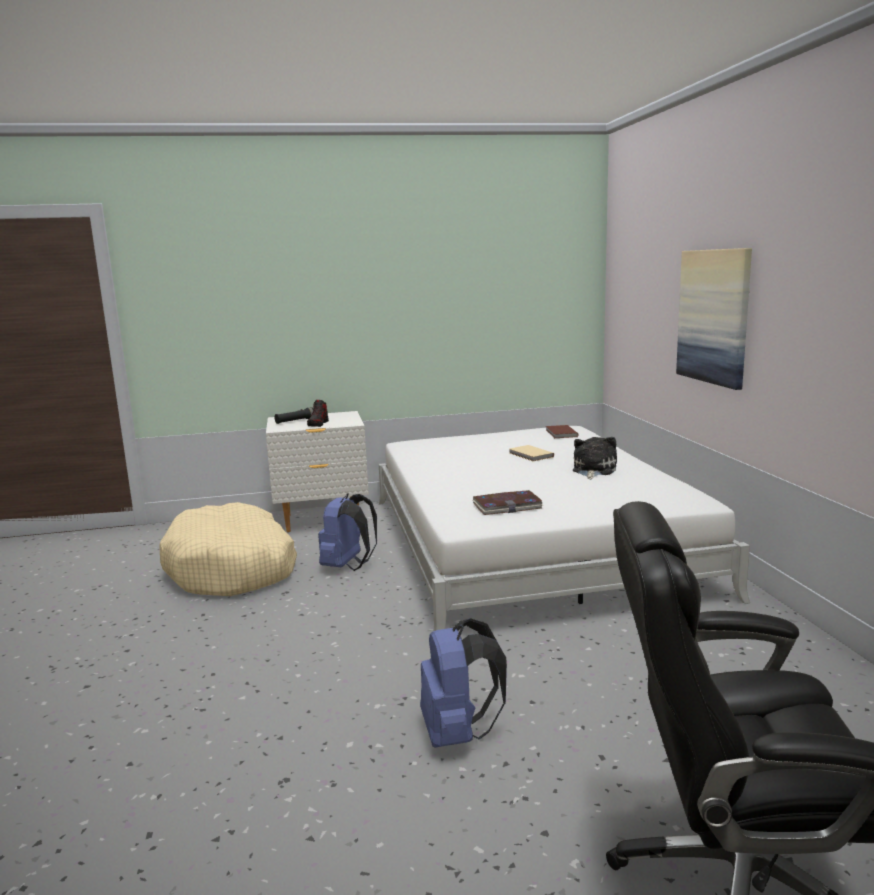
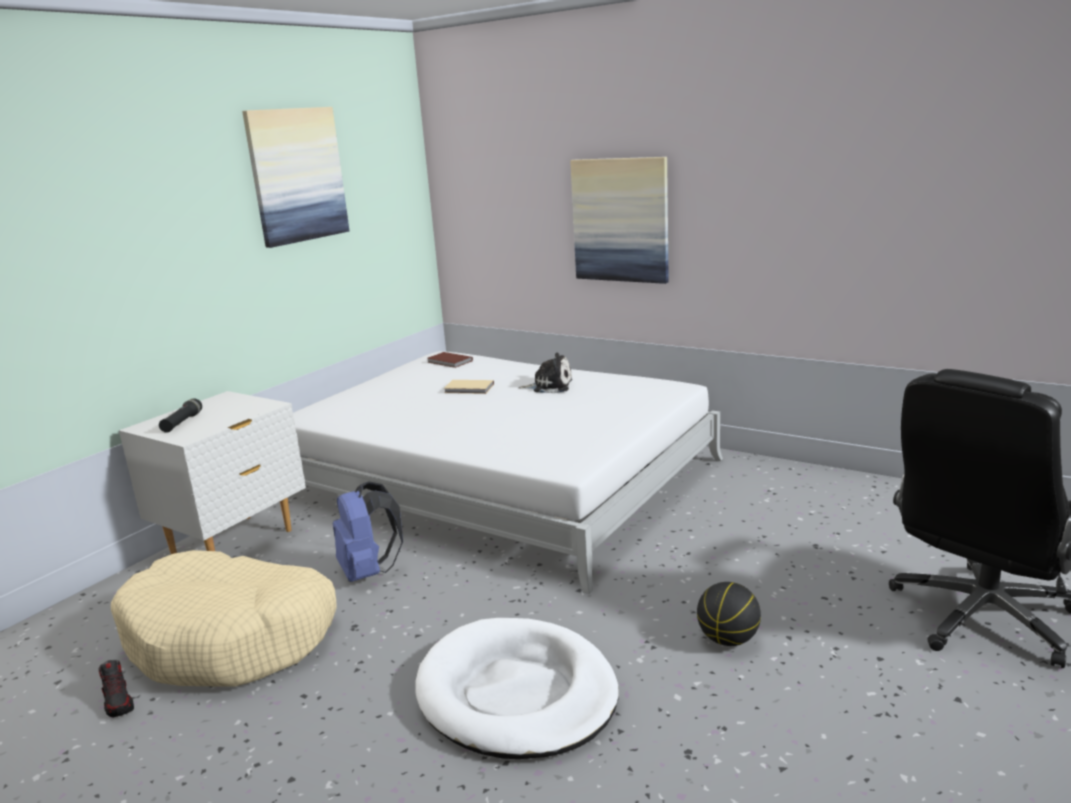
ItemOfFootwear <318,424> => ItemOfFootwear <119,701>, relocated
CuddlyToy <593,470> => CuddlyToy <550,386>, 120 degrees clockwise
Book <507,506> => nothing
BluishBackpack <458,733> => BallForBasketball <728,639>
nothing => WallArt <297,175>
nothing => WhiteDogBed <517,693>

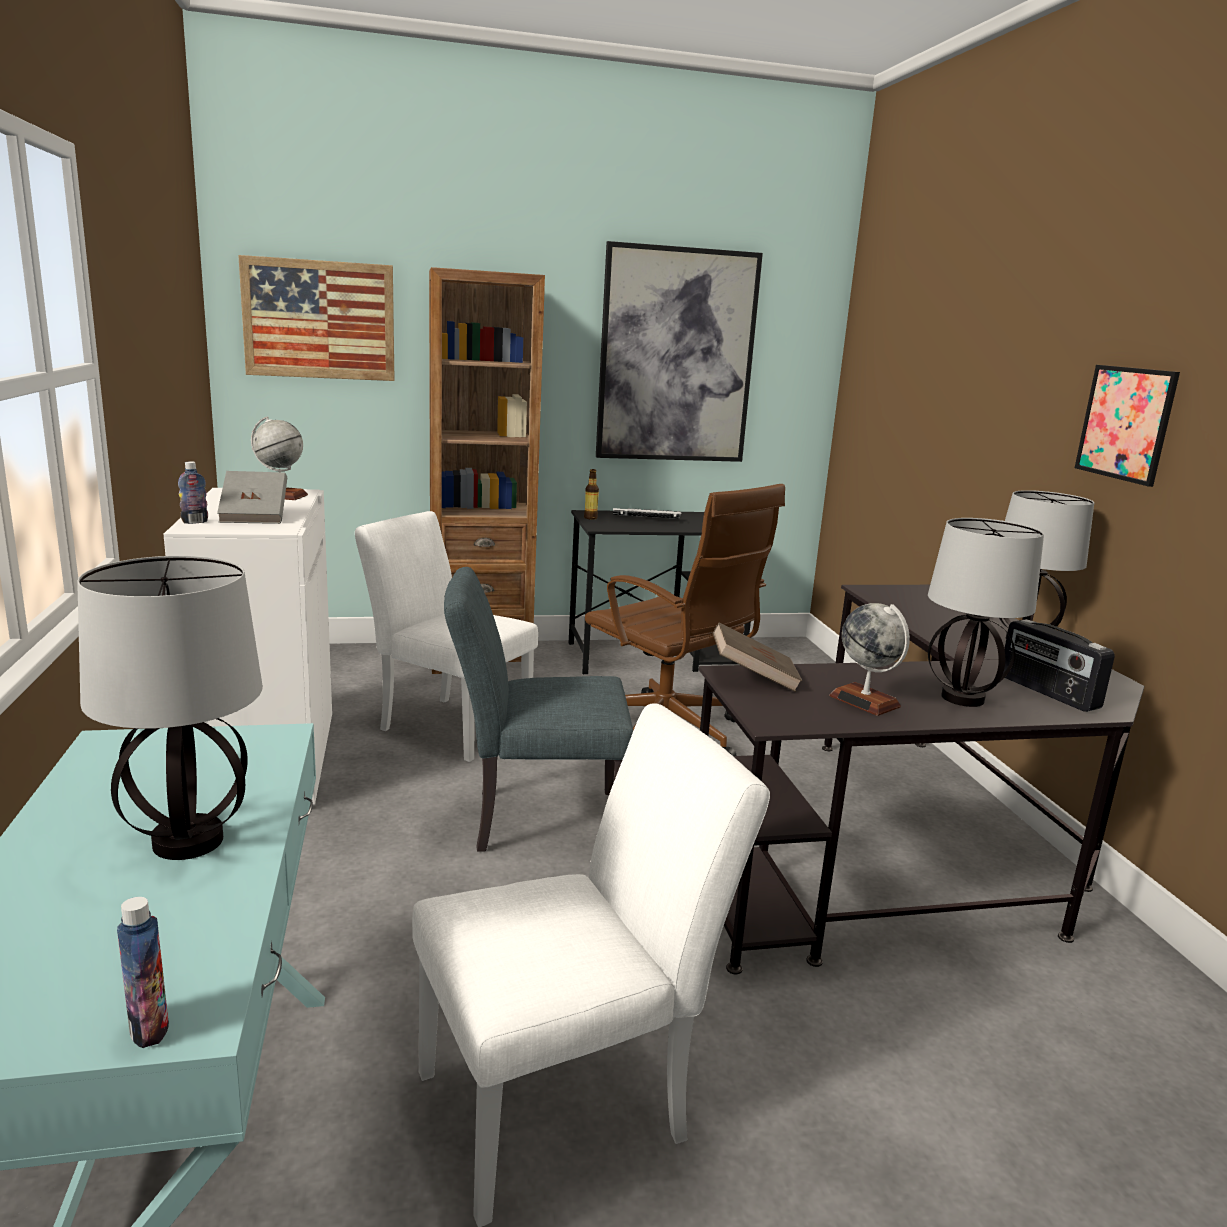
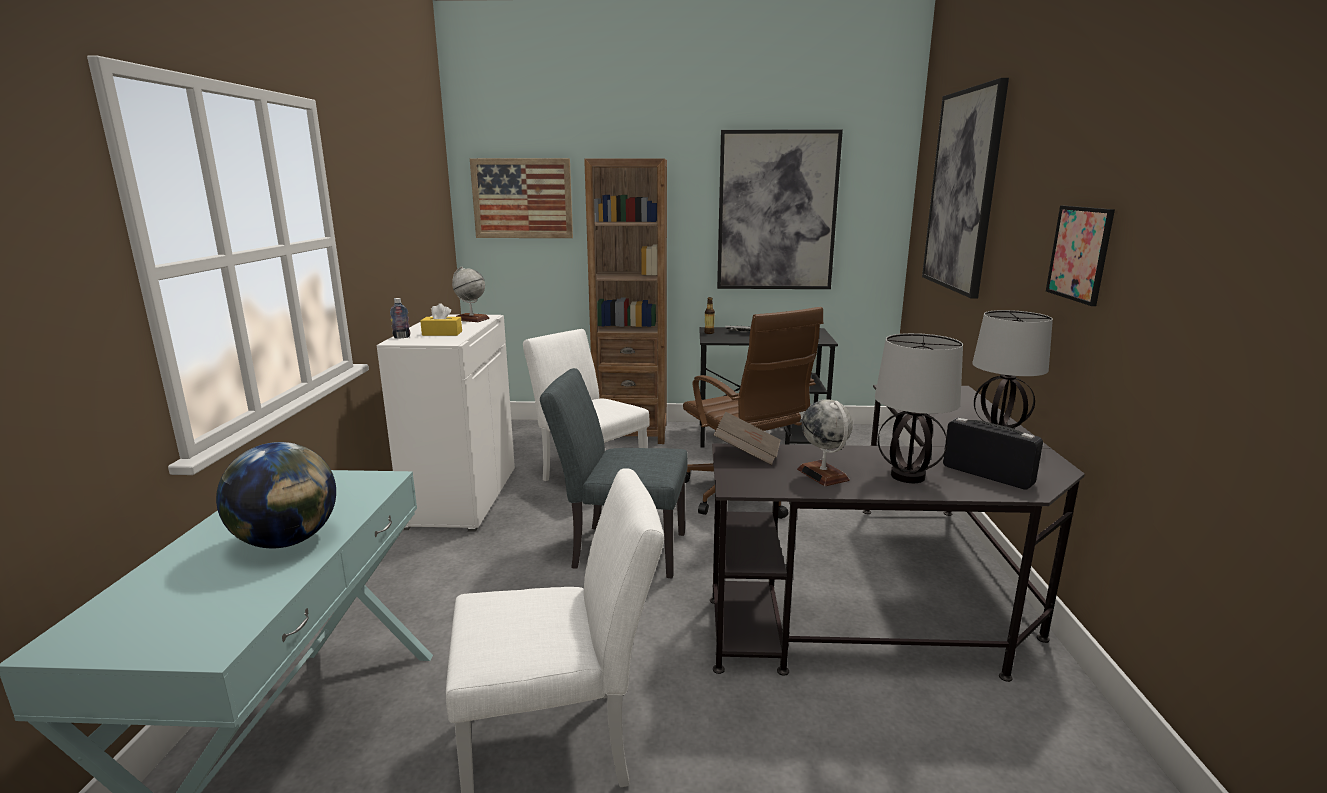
GreyishBook <255,516> => YellowTissueHolder <442,333>
TabletopLamp <190,841> => Globe <287,541>
RadioSet <1047,692> => RadioSet <987,475>, 150 degrees clockwise
BeverageBottle <149,1028> => nothing
nothing => WallArt <962,191>

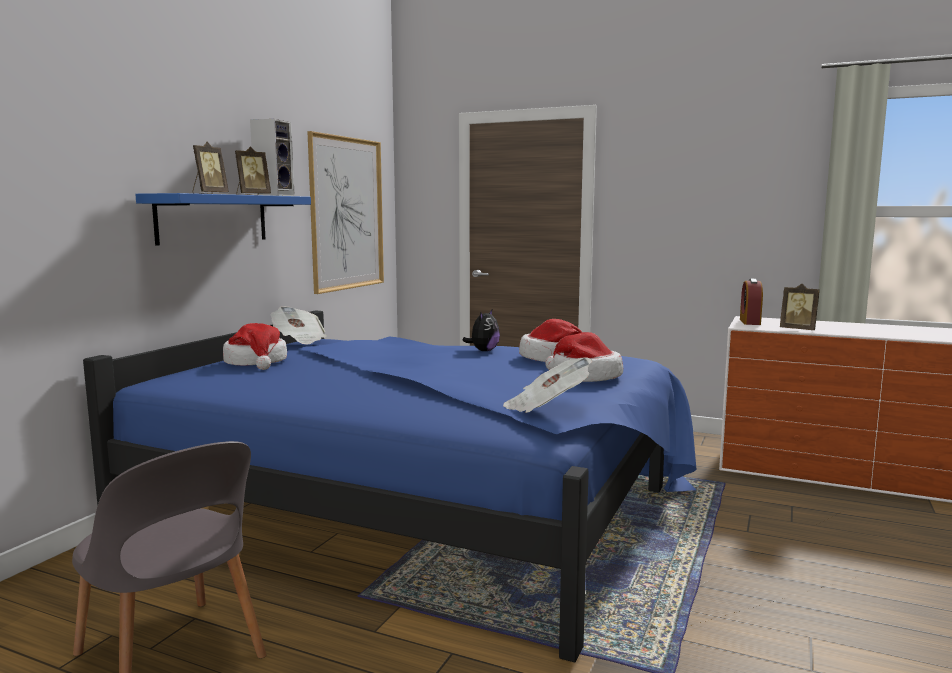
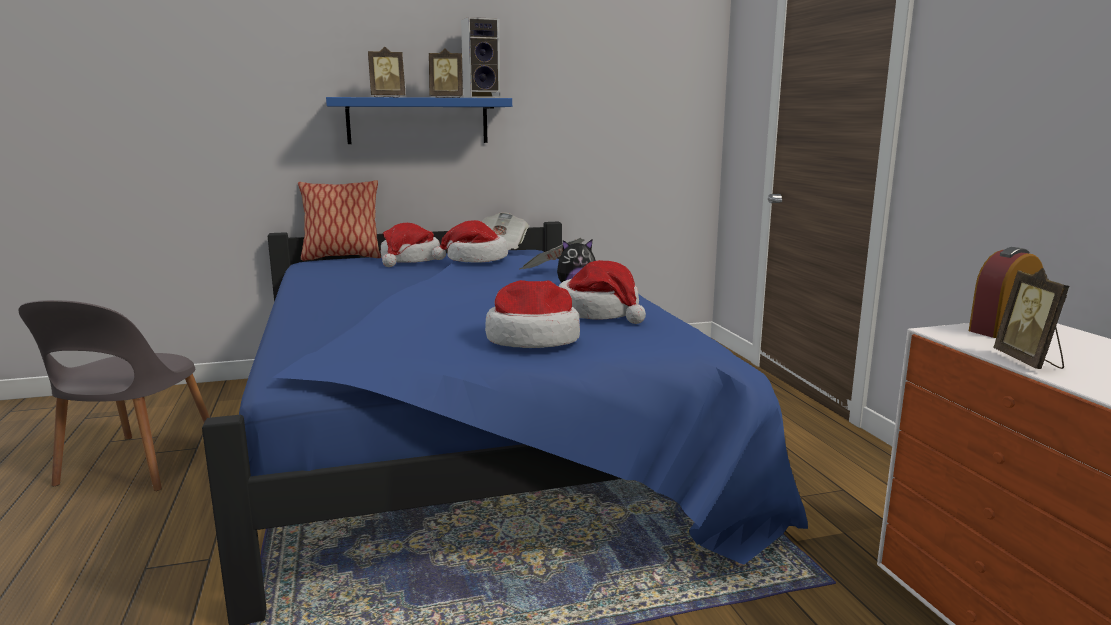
WallArt <347,213> => nothing
PrintedPaper <546,407> => PrintedPaper <551,272>, relocated
nothing => Pillow <342,257>
nothing => WearableHat <475,259>

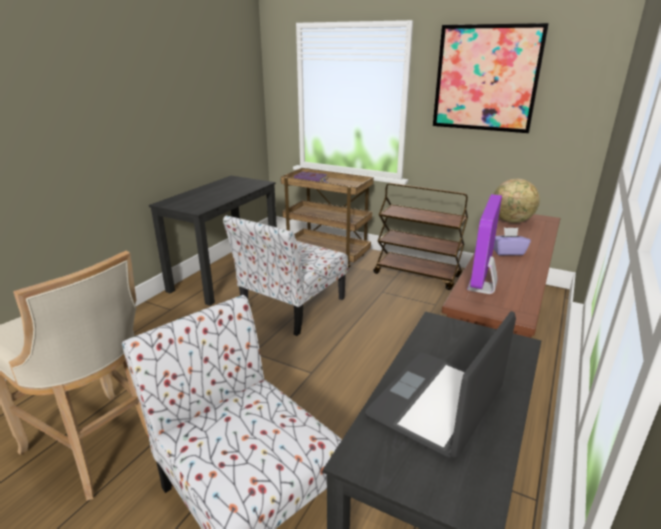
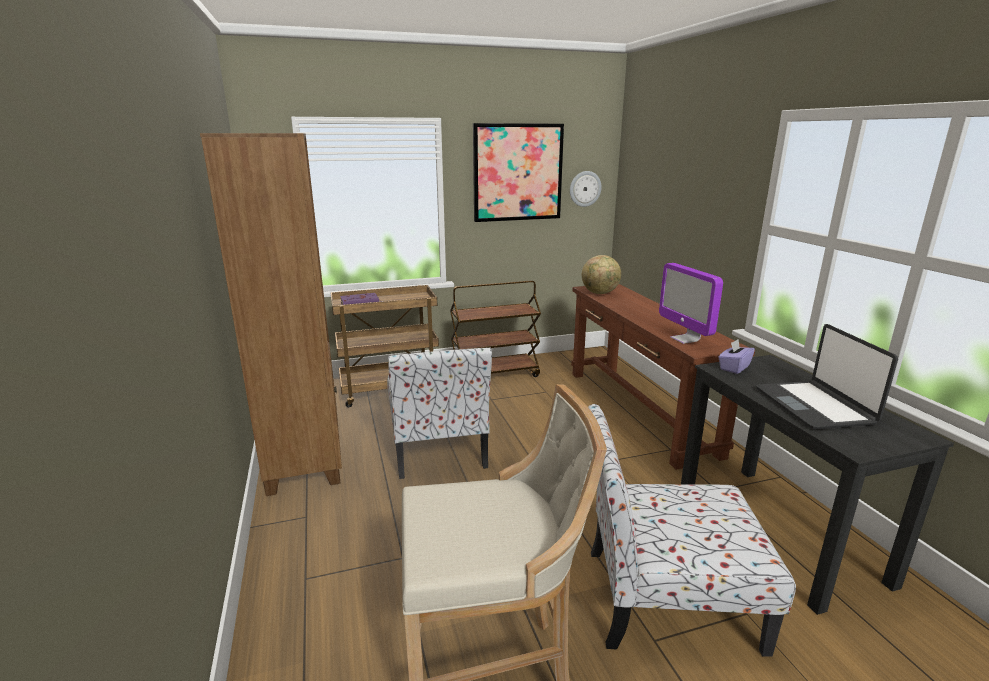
BlackDeskTable <226,274> => BrownishBookshelf <306,451>
PurpleTissueHolder <508,252> => PurpleTissueHolder <734,367>, relocated
nothing => HangingClock <585,188>

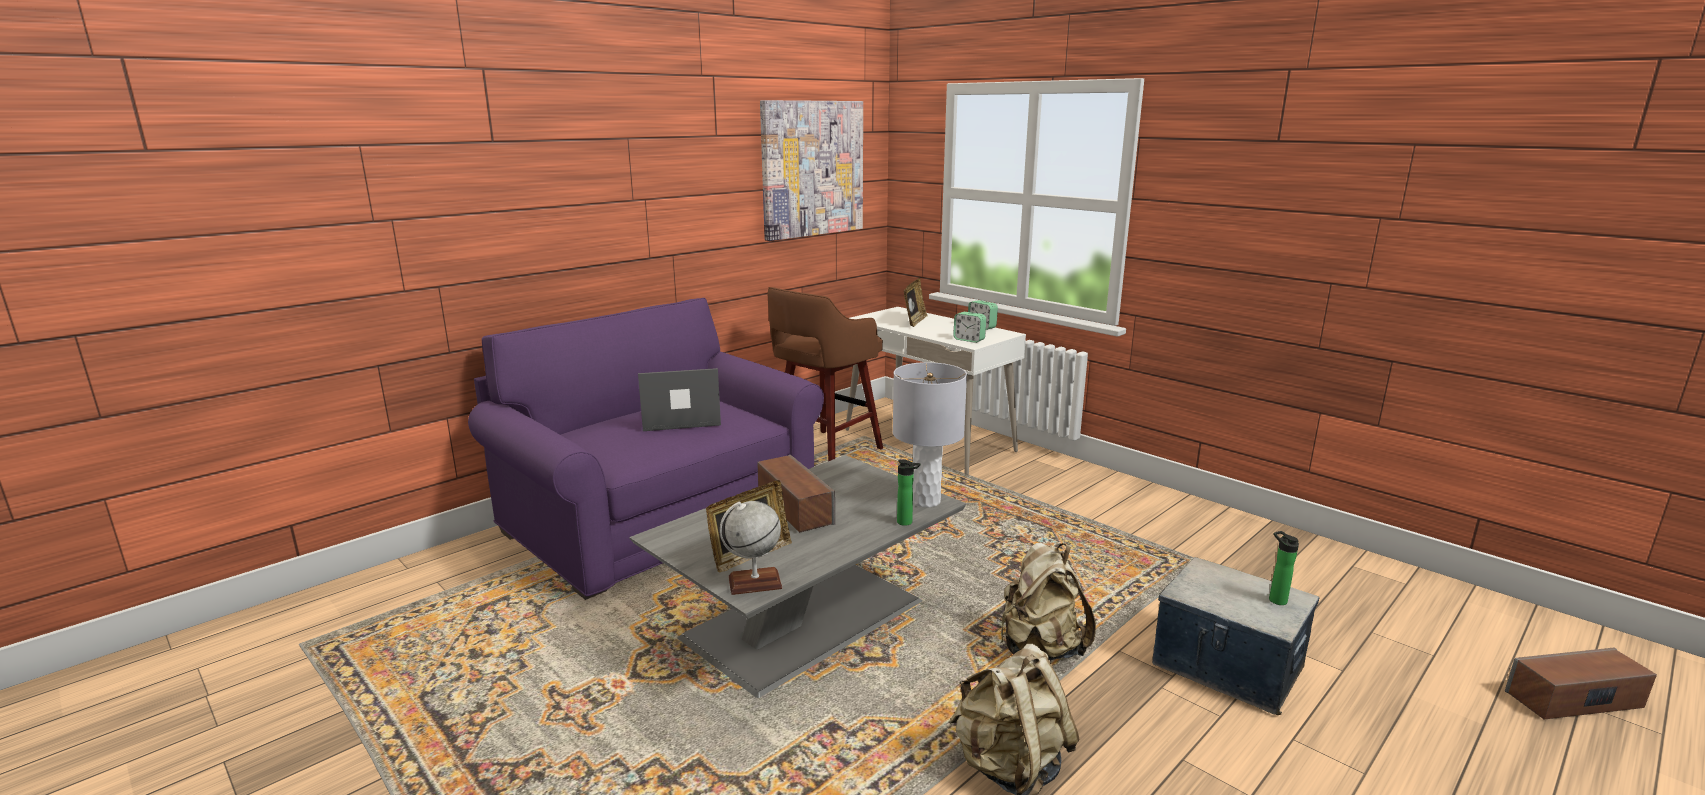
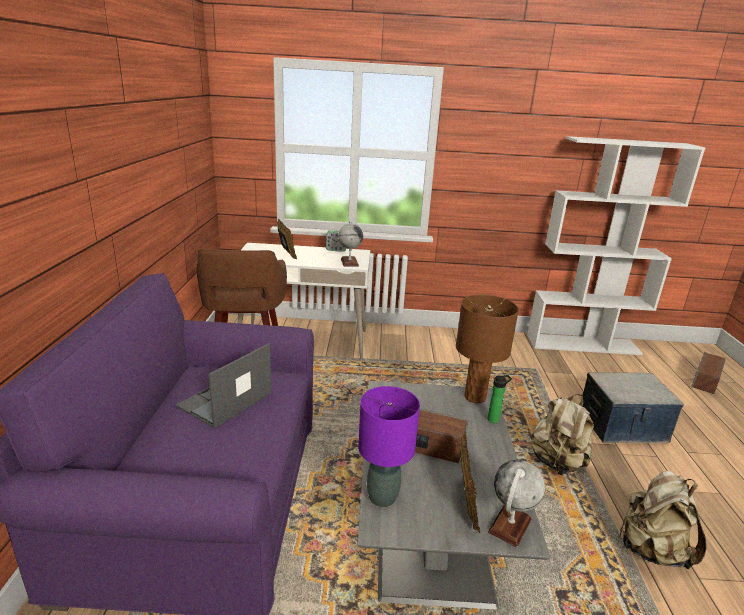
WallArt <812,169> => nothing
BedsideClock <969,340> => Globe <349,262>
GreyishTabletopLamp <926,501> => BrownishTabletopLamp <475,397>
BeverageBottle <1275,599> => nothing
nothing => WhiteBookshelf <583,344>
nothing => PurpleTabletopLamp <382,497>

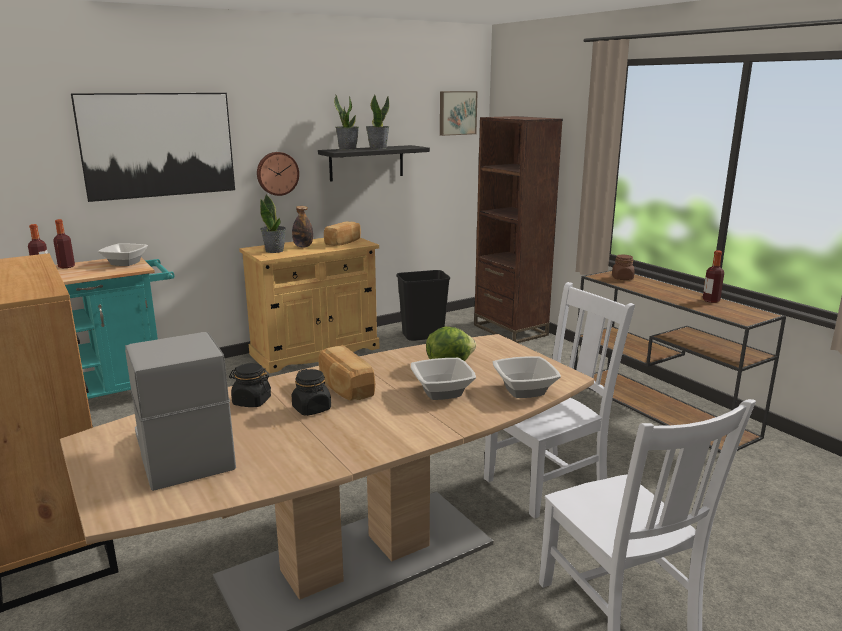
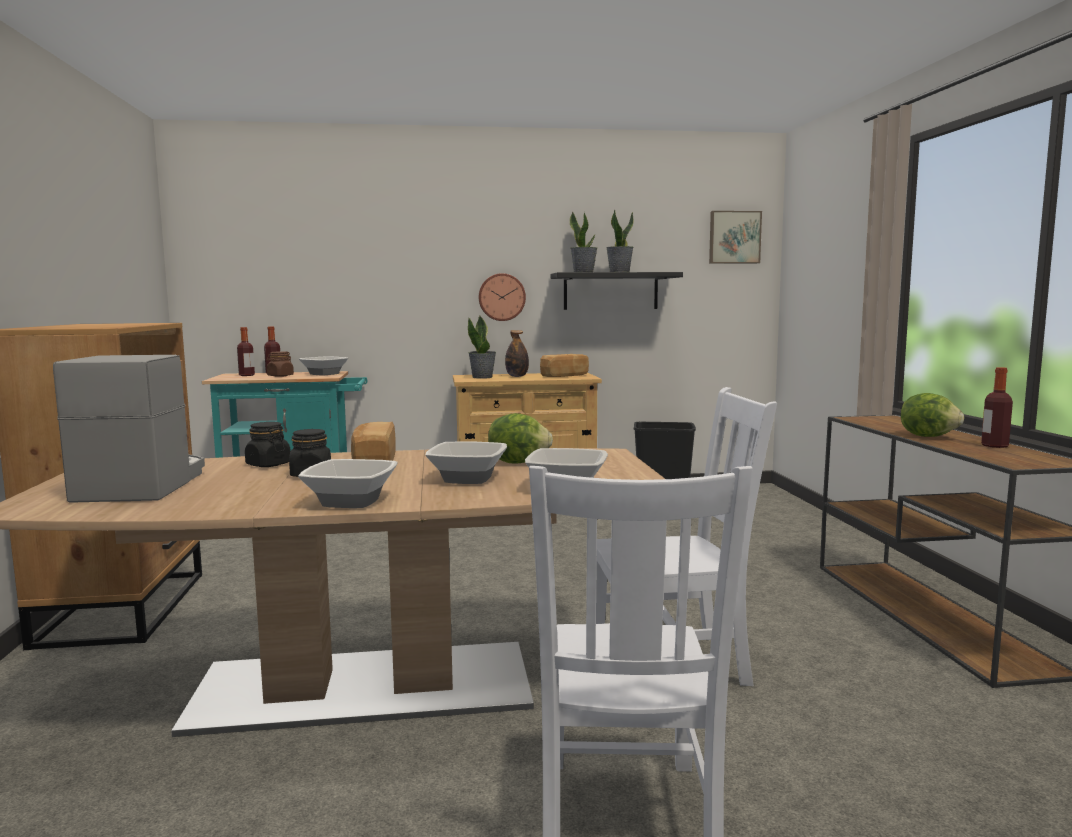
WallArt <158,145> => nothing
BrownishBookshelf <510,330> => nothing
BrownishPreserveJar <622,278> => BrownishPreserveJar <280,376>, relocated
nothing => LettuceHead <928,436>
nothing => ServingBowl <351,501>

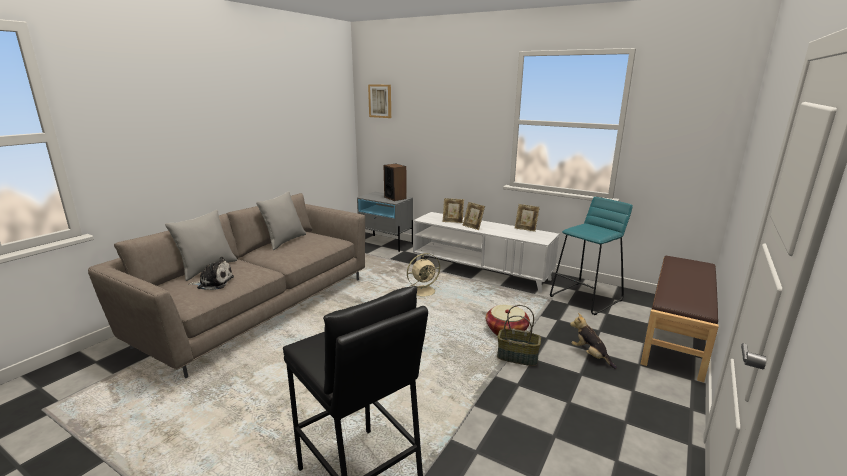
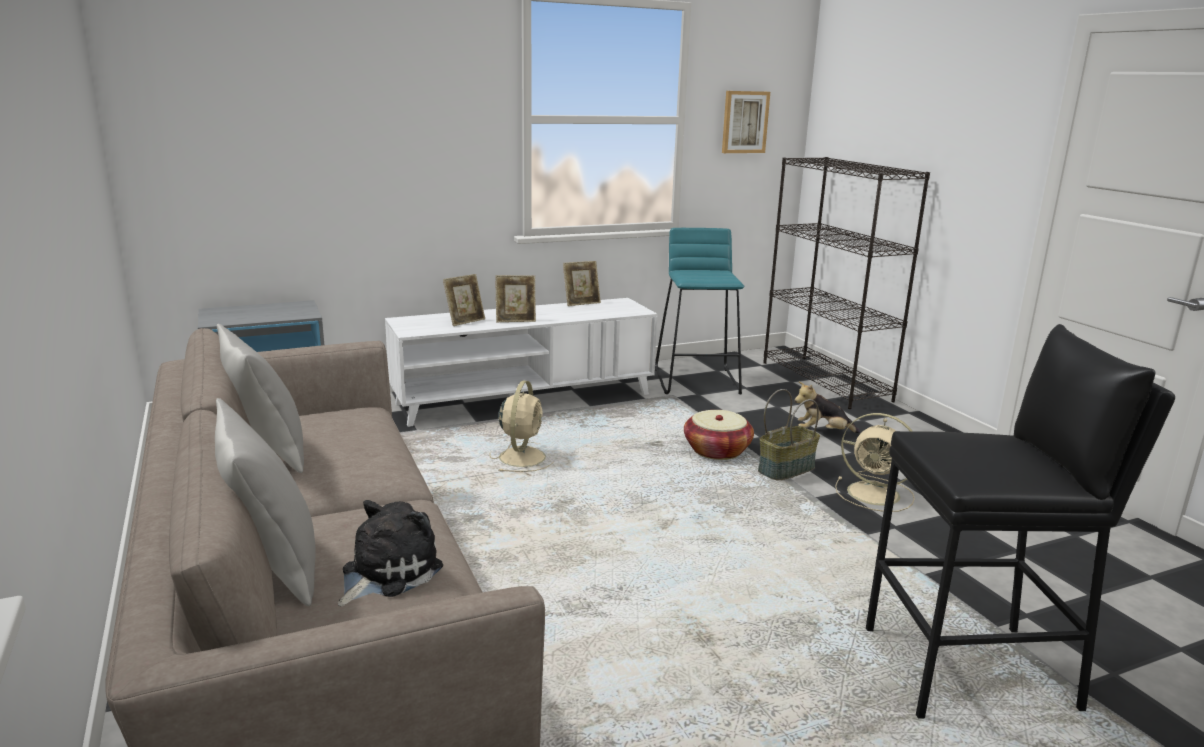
WallArt <380,101> => WallArt <744,122>, relocated
Loudspeaker <395,198> => nothing
BrownishBench <676,335> => BlackBookshelf <826,381>
nothing => BeigeElectricFan <876,494>

